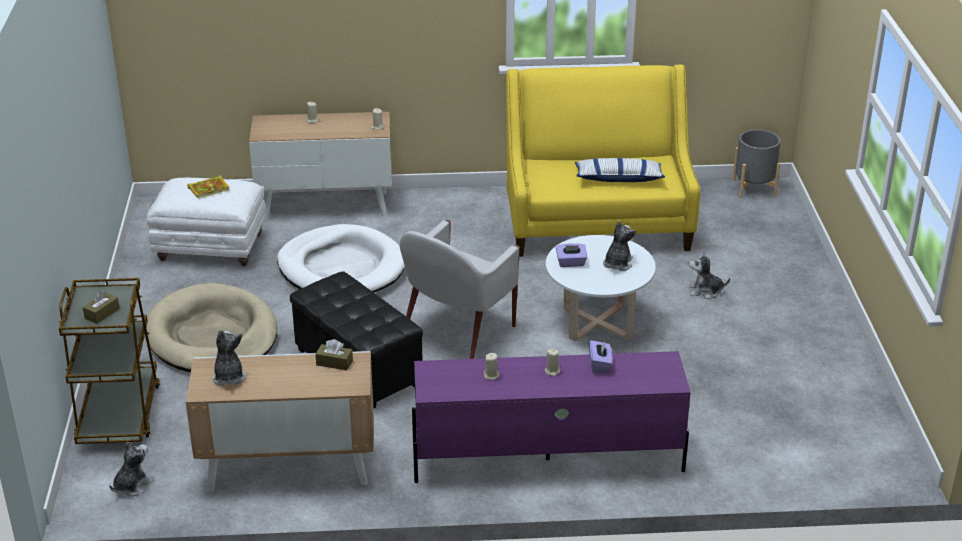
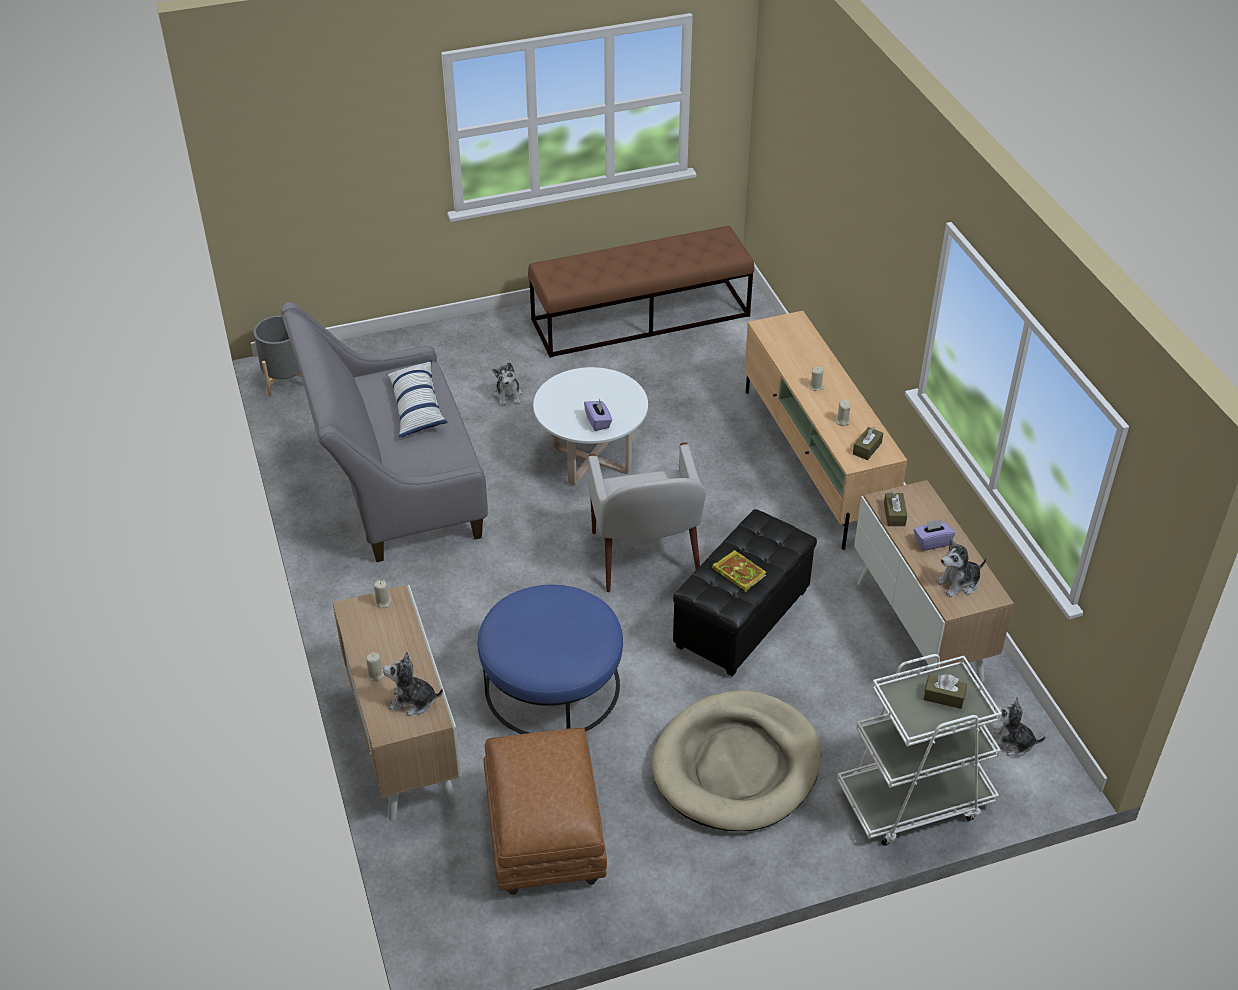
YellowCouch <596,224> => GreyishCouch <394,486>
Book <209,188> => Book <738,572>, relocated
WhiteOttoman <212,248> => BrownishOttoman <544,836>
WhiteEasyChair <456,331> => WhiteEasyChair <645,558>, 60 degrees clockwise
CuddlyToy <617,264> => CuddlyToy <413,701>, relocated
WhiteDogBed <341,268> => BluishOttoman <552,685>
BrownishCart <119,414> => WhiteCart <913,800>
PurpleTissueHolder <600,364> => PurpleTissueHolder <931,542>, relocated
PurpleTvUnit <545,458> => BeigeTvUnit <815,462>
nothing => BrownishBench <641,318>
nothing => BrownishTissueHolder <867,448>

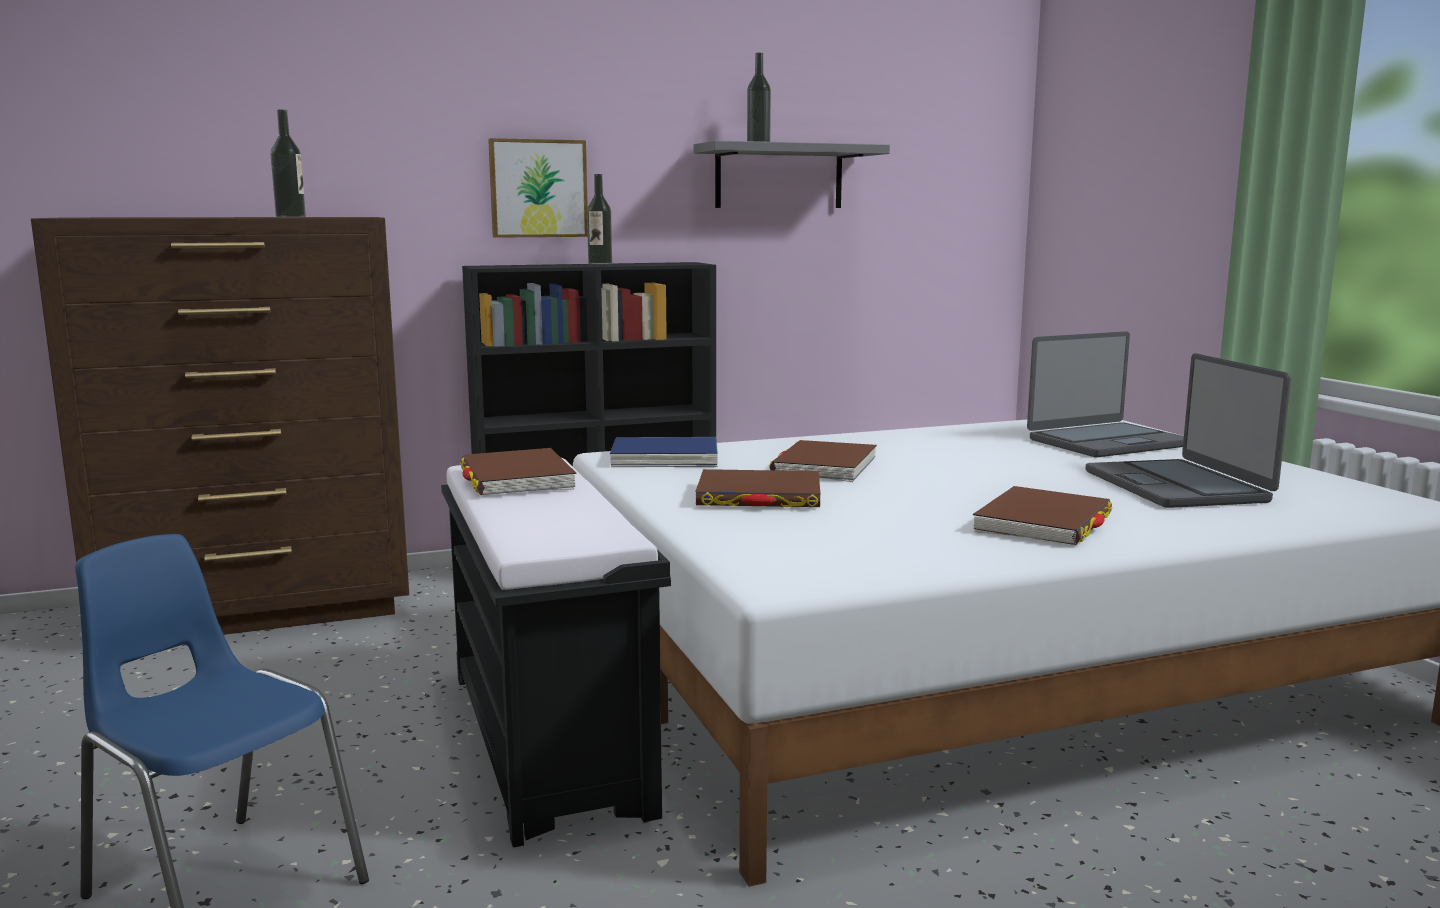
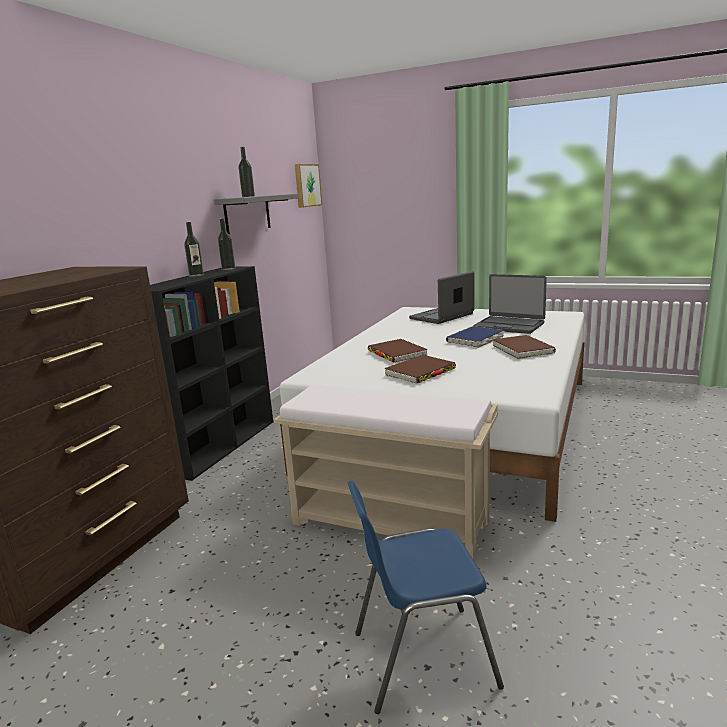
BeverageBottle <290,216> => BeverageBottle <228,269>, relocated
WallArt <538,188> => WallArt <306,185>, relocated
NotebookComputer <1106,442> => NotebookComputer <442,316>, 150 degrees counterclockwise
BluishBook <665,458> => BluishBook <475,339>, relocated
BrownishBook <516,479> => nothing
BlackBench <550,741> => BeigeBench <391,522>

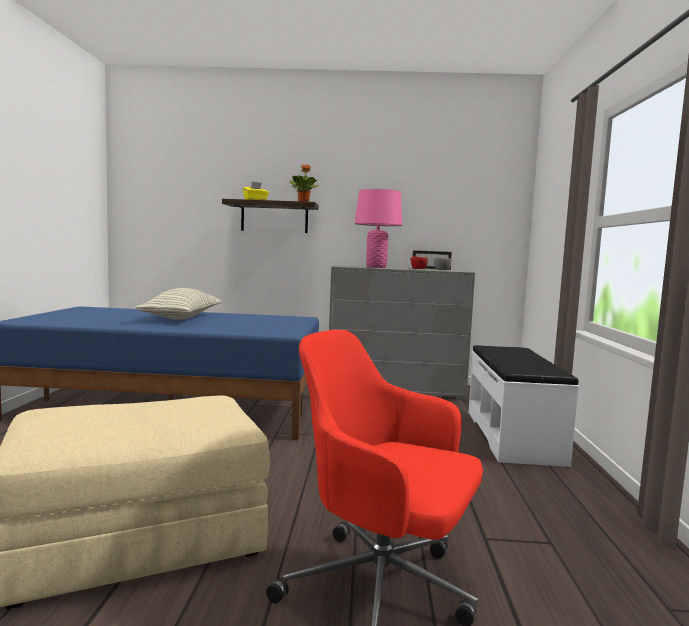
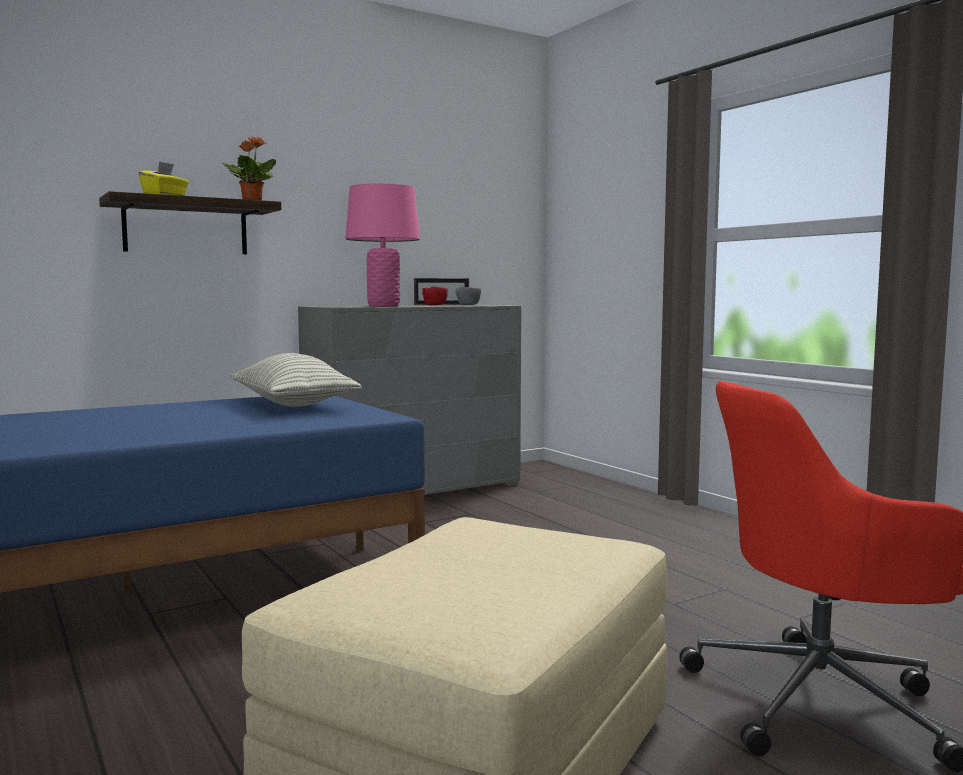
Pillow <181,318> => Pillow <293,404>, relocated
WhiteBench <513,436> => nothing

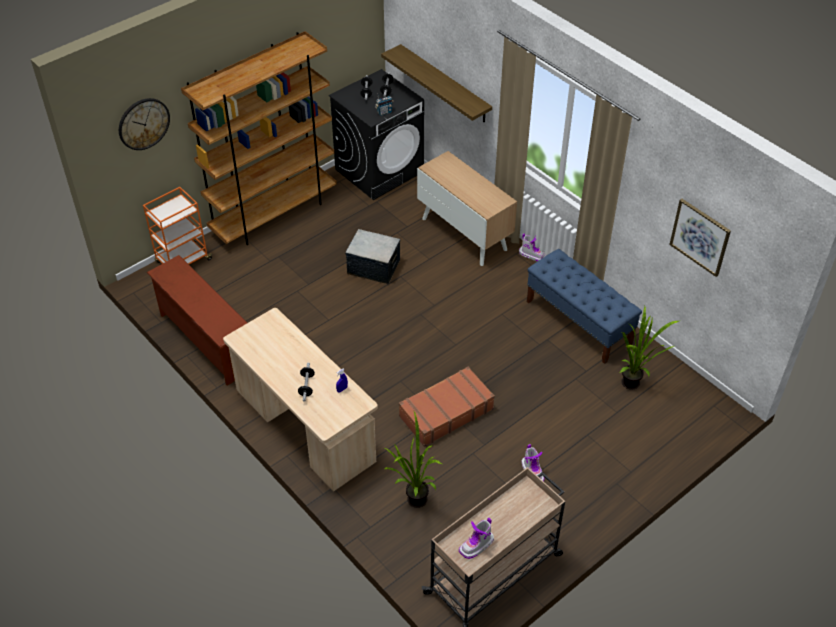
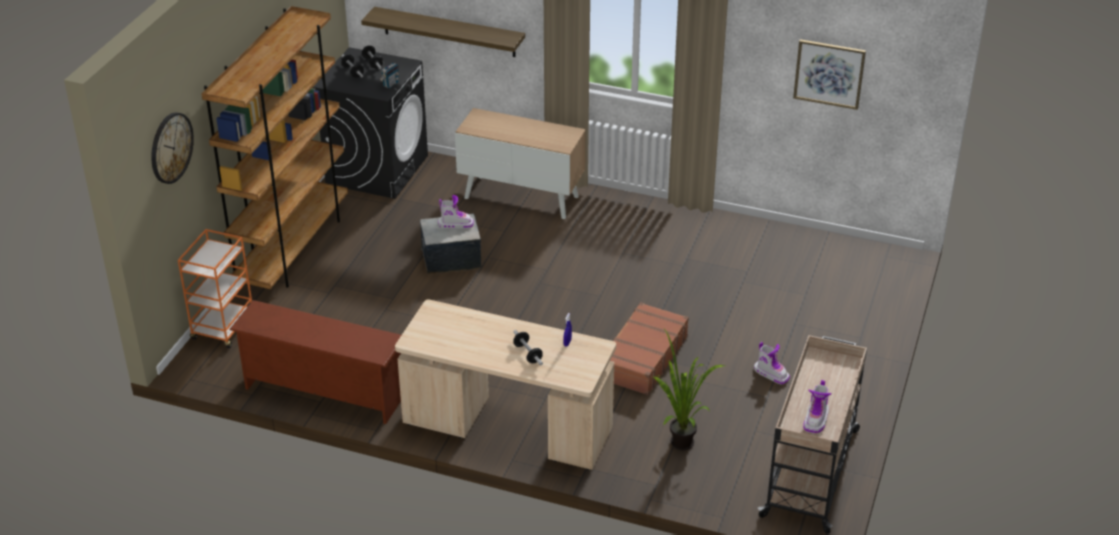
Boot <532,255> => Boot <455,224>, relocated
BluishBench <579,322> => nothing
Houseplant <634,385> => nothing

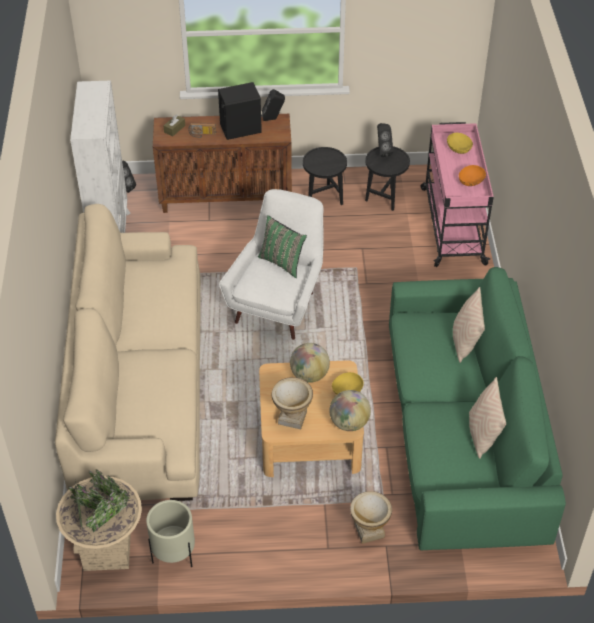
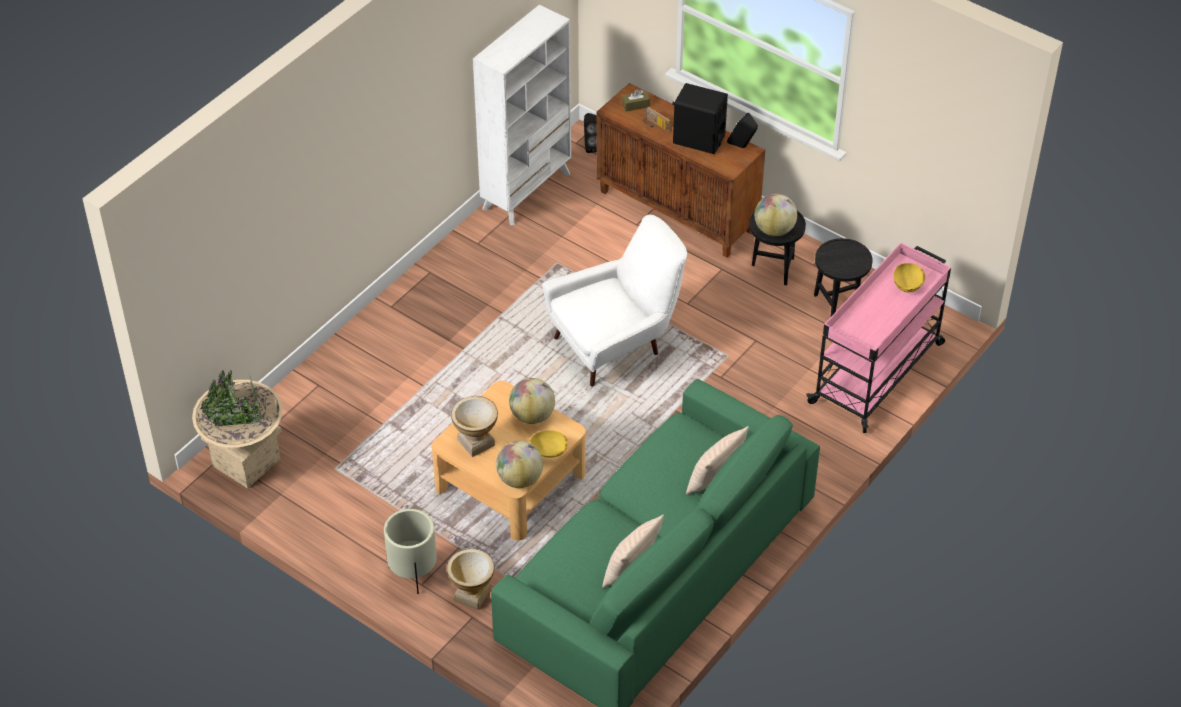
BlackLoudspeaker <382,151> => nothing
OrangeServingBowl <471,182> => nothing
BeigeCouch <140,383> => nothing
GreenPillow <282,262> => nothing
BeigePlantPot <174,555> => BeigePlantPot <413,573>, relocated
nothing => Globe <774,230>

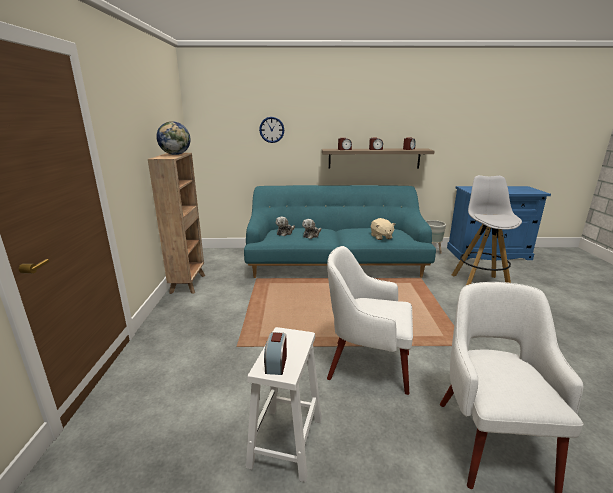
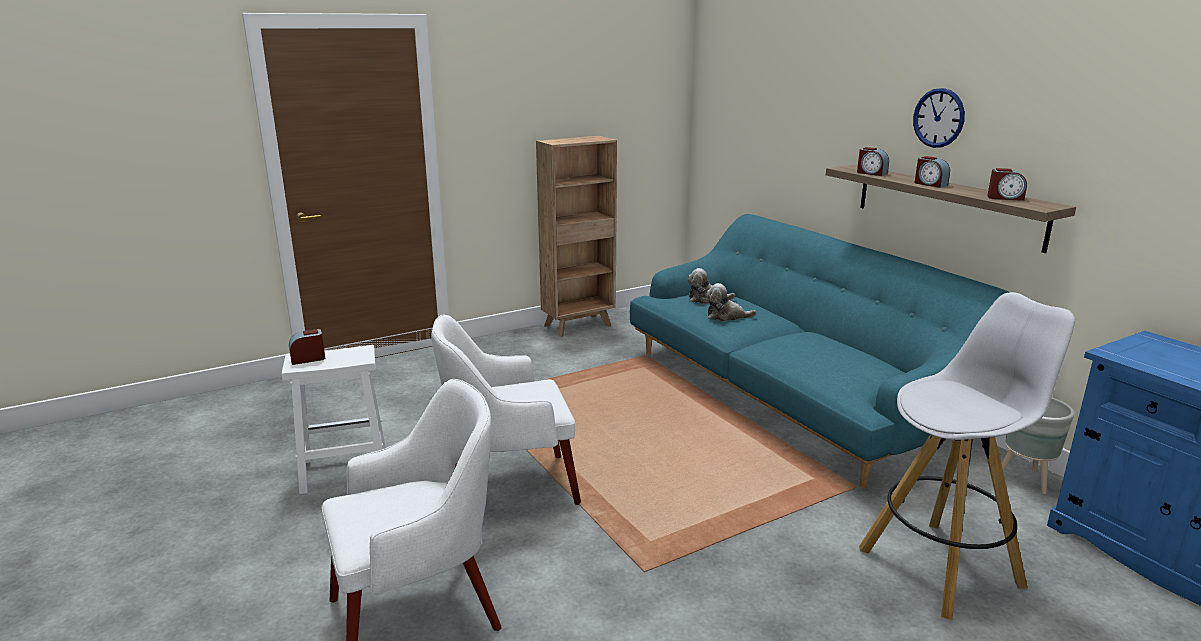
HangingClock <271,129> => HangingClock <938,118>, relocated
Globe <176,154> => nothing
BeigeCuddlyToy <381,237> => nothing
WhiteEasyChair <366,365> => WhiteEasyChair <509,487>, 90 degrees counterclockwise

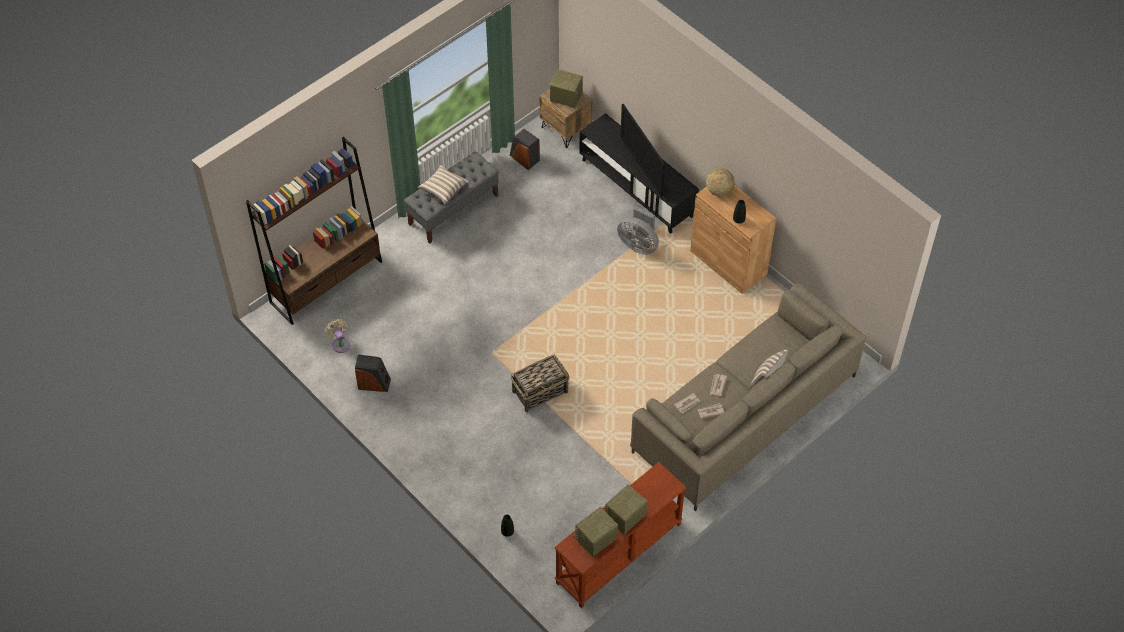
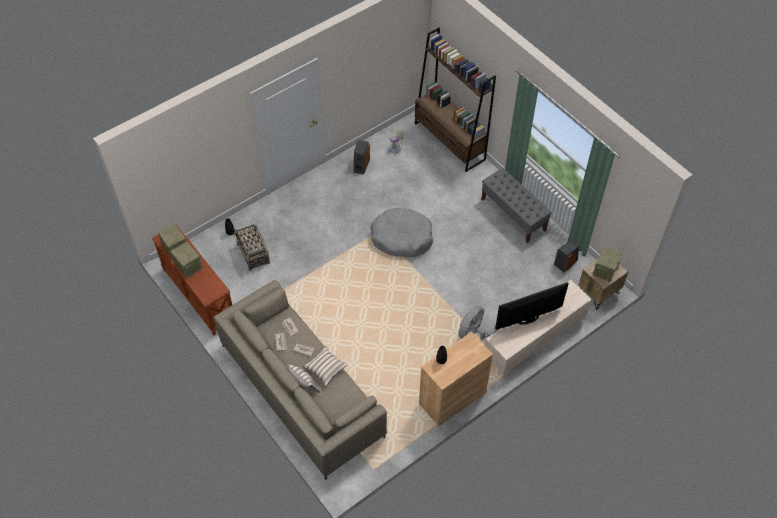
BlackTvUnit <637,188> => BeigeTvUnit <534,338>
Pillow <443,189> => Pillow <325,369>, relocated
Globe <719,191> => nothing
Basket <540,391> => Basket <253,254>, relocated
nothing => GreyishDogBed <401,238>

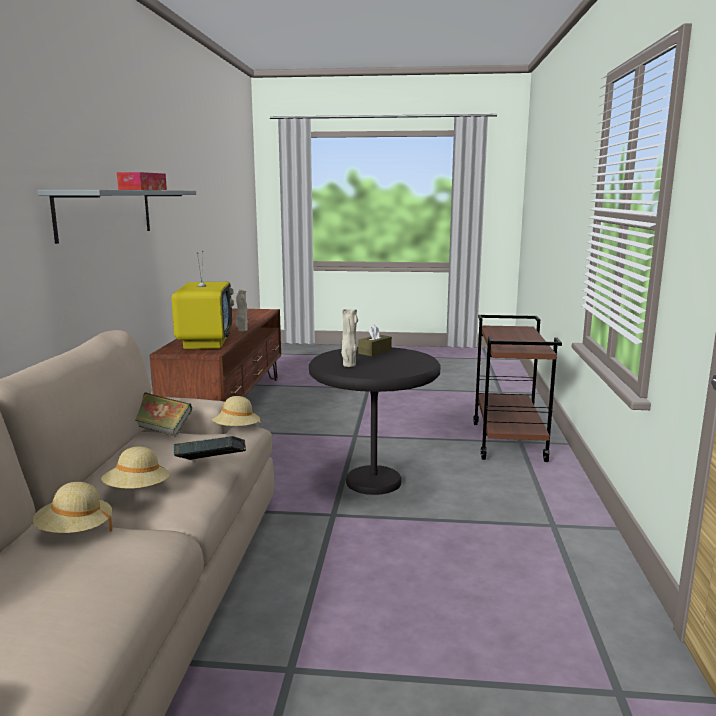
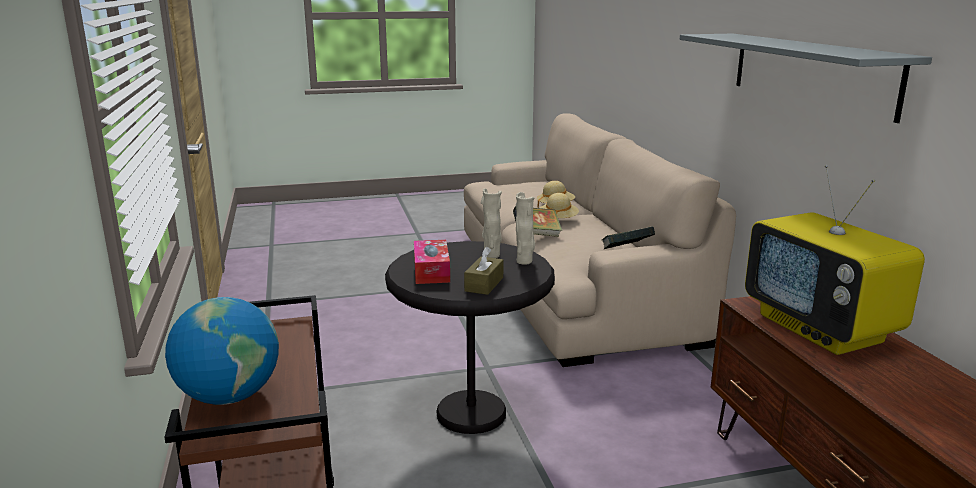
TissueHolder <143,190> => TissueHolder <431,271>, relocated
BeigeFlowerVase <242,330> => BeigeFlowerVase <524,262>, relocated
BeigeWearableHat <235,429> => nothing
nothing => Globe <229,396>

